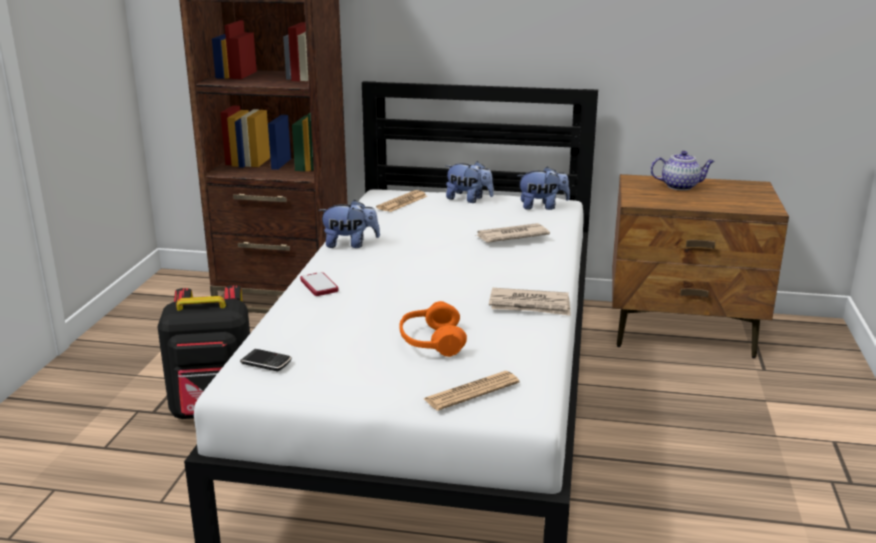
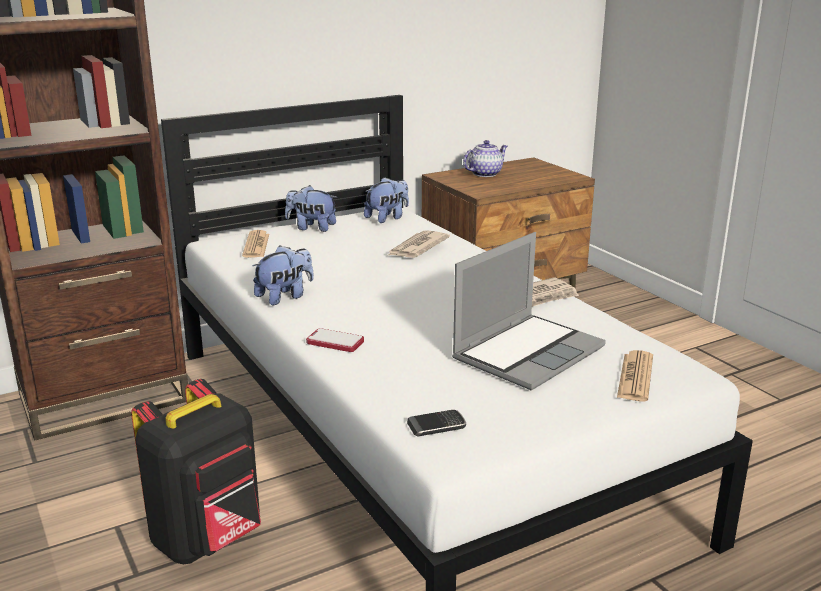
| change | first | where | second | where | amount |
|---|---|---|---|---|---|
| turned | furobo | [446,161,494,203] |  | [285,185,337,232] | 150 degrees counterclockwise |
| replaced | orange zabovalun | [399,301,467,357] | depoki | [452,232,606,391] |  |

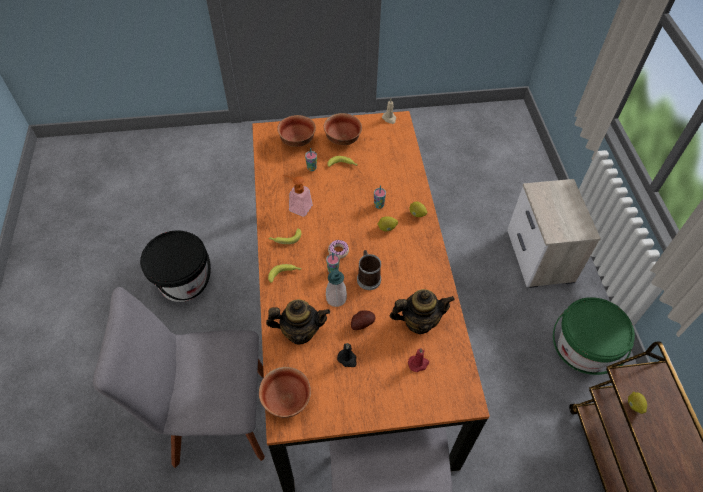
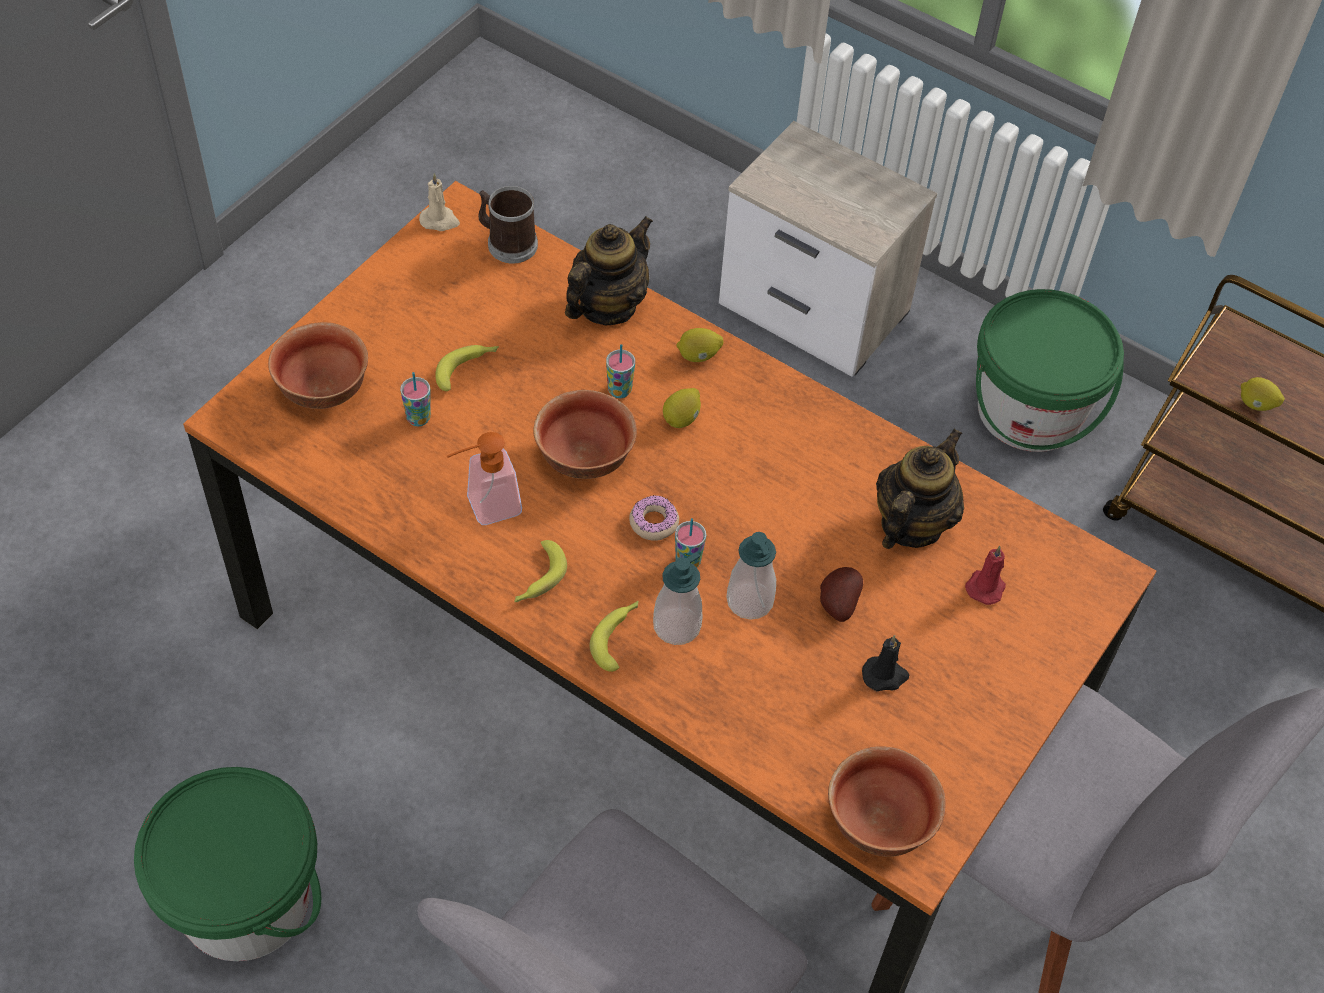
| change | first | where | second | where | amount |
|---|---|---|---|---|---|
| moved | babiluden | [324,113,362,145] |  | [533,390,637,479] |  |
| recoloured | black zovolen | [140,230,211,302] | green zovolen | [134,767,321,961] |  |
| moved | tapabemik | [357,250,381,290] |  | [478,186,538,263] |  |
| moved | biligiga | [266,299,330,344] |  | [565,216,653,325] |  |
| added |  |  | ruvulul | [653,552,702,645] |  |

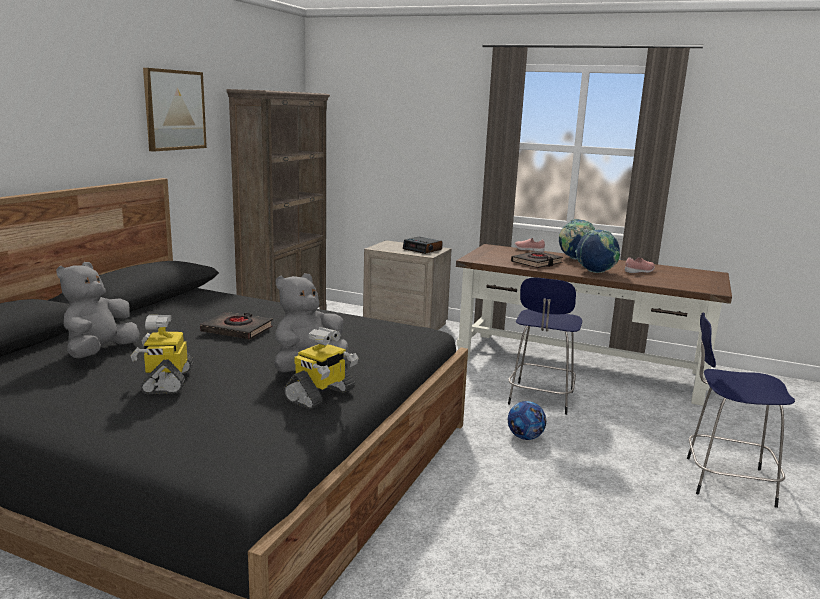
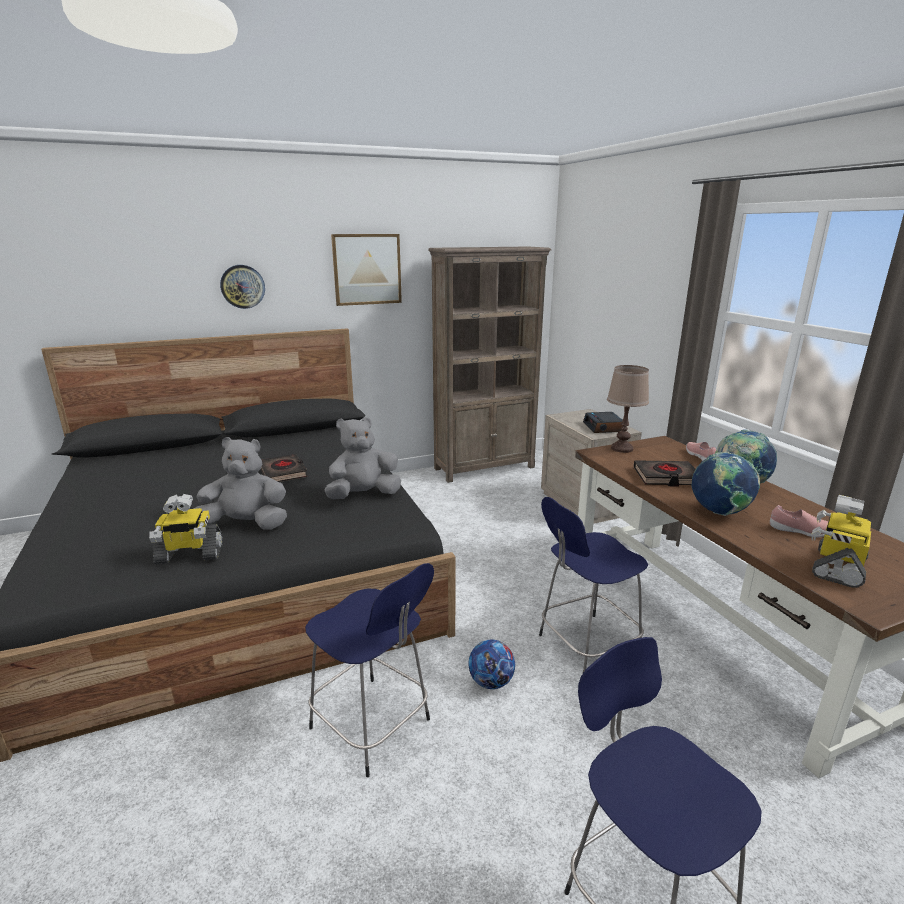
| change | first | where | second | where | amount |
|---|---|---|---|---|---|
| moved | grey furobo | [56,262,139,358] |  | [325,417,401,499] |  |
| moved | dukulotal | [131,315,194,395] |  | [811,495,871,588] |  |
| added |  |  | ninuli | [220,265,265,309] |  |
| added |  |  | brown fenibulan | [607,365,649,453] |  |
| added |  |  | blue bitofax | [305,563,434,777] |  |

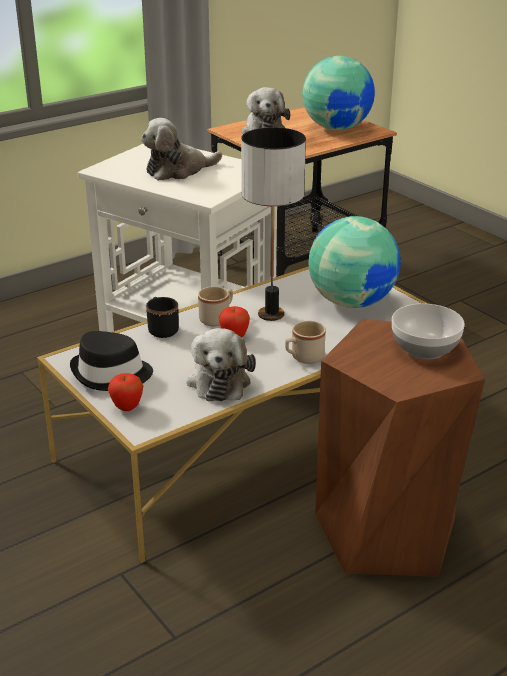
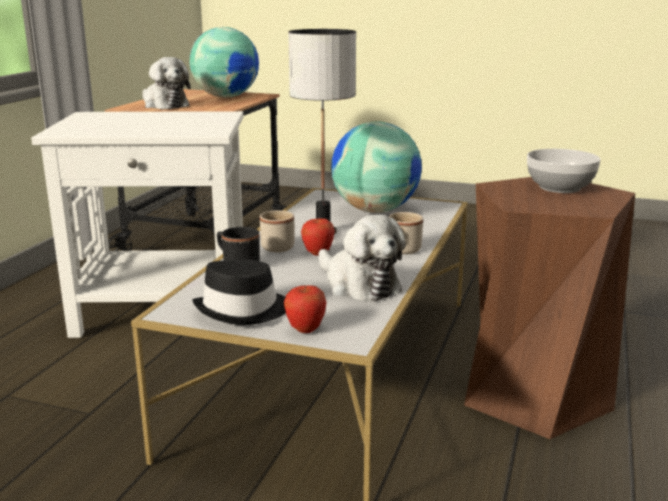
| change | first | where | second | where | amount |
|---|---|---|---|---|---|
| removed | furobo | [141,118,222,181] |  |  |  |

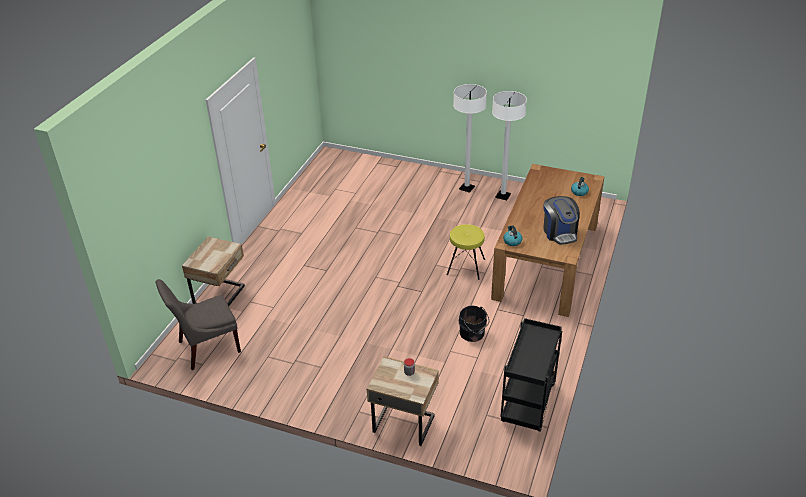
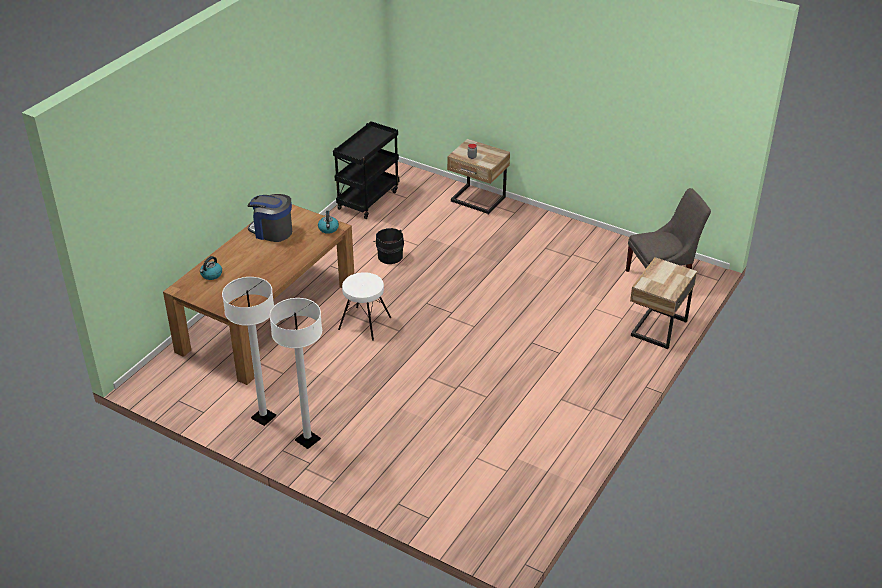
| change | first | where | second | where | amount |
|---|---|---|---|---|---|
| turned | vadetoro | [543,196,580,245] |  | [247,194,292,242] | 60 degrees counterclockwise |
| recoloured | yellow bitofax | [447,224,485,280] | white bitofax | [338,272,391,341] |  |

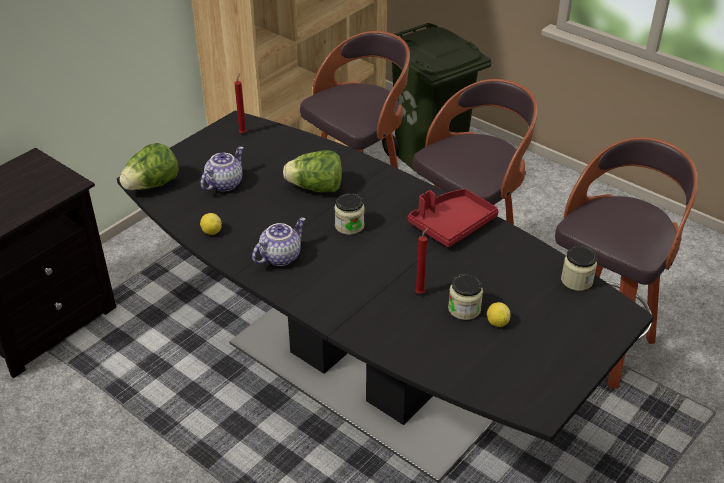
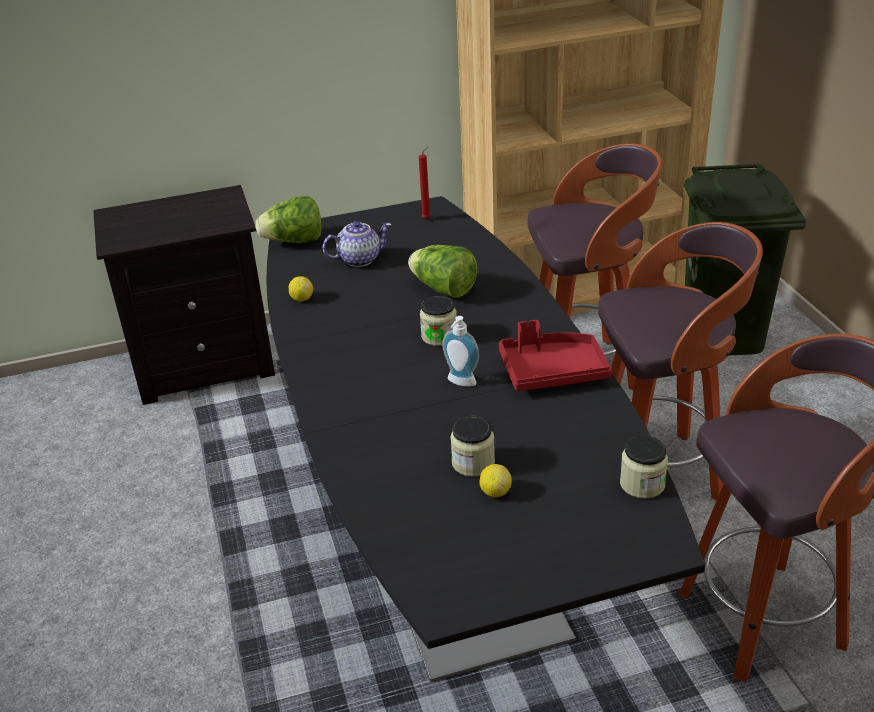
| change | first | where | second | where | amount |
|---|---|---|---|---|---|
| removed | biligiga | [252,218,306,266] |  |  |  |
| removed | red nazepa | [415,227,428,294] |  |  |  |
| added |  |  | ruvulul | [442,316,479,387] |  |

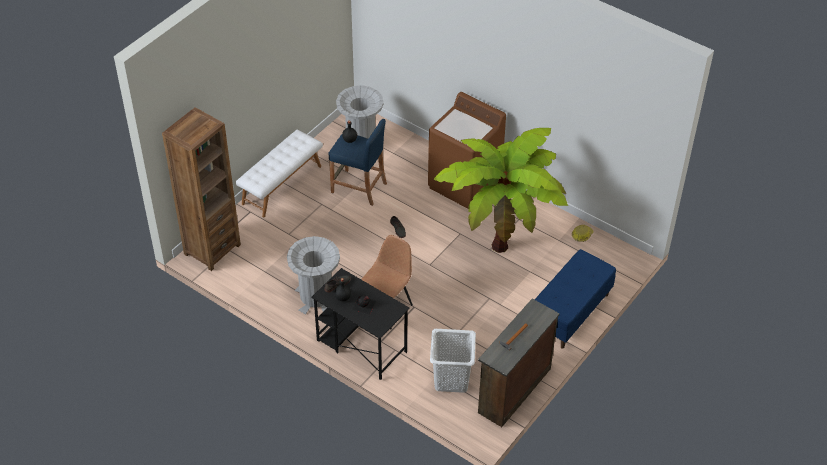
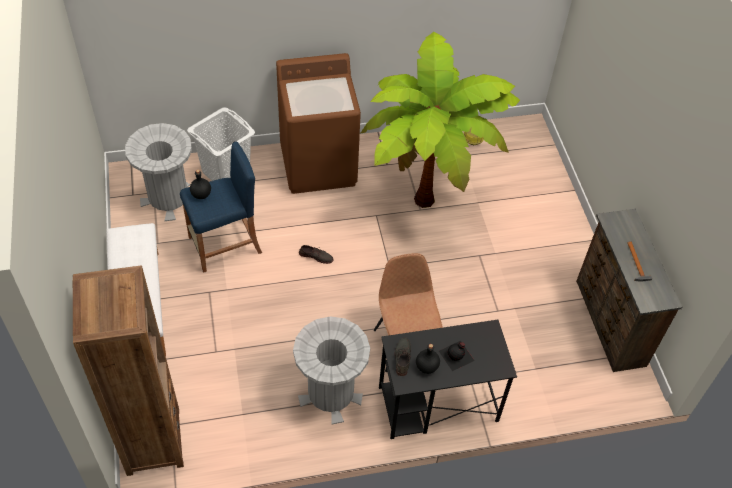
| change | first | where | second | where | amount |
|---|---|---|---|---|---|
| removed | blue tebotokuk | [535,249,616,349] |  |  |  |
| moved | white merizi | [430,329,476,393] |  | [187,107,255,181] |  |

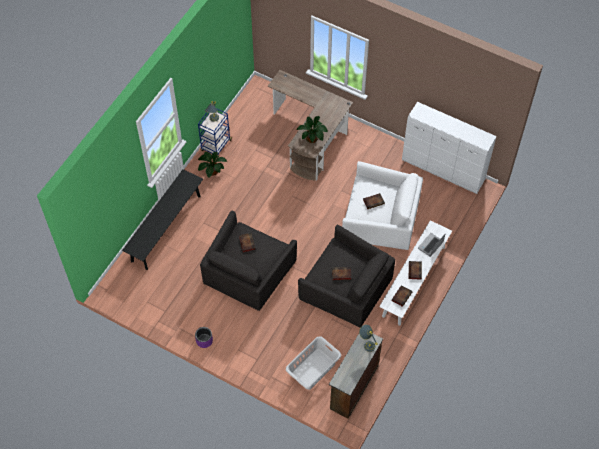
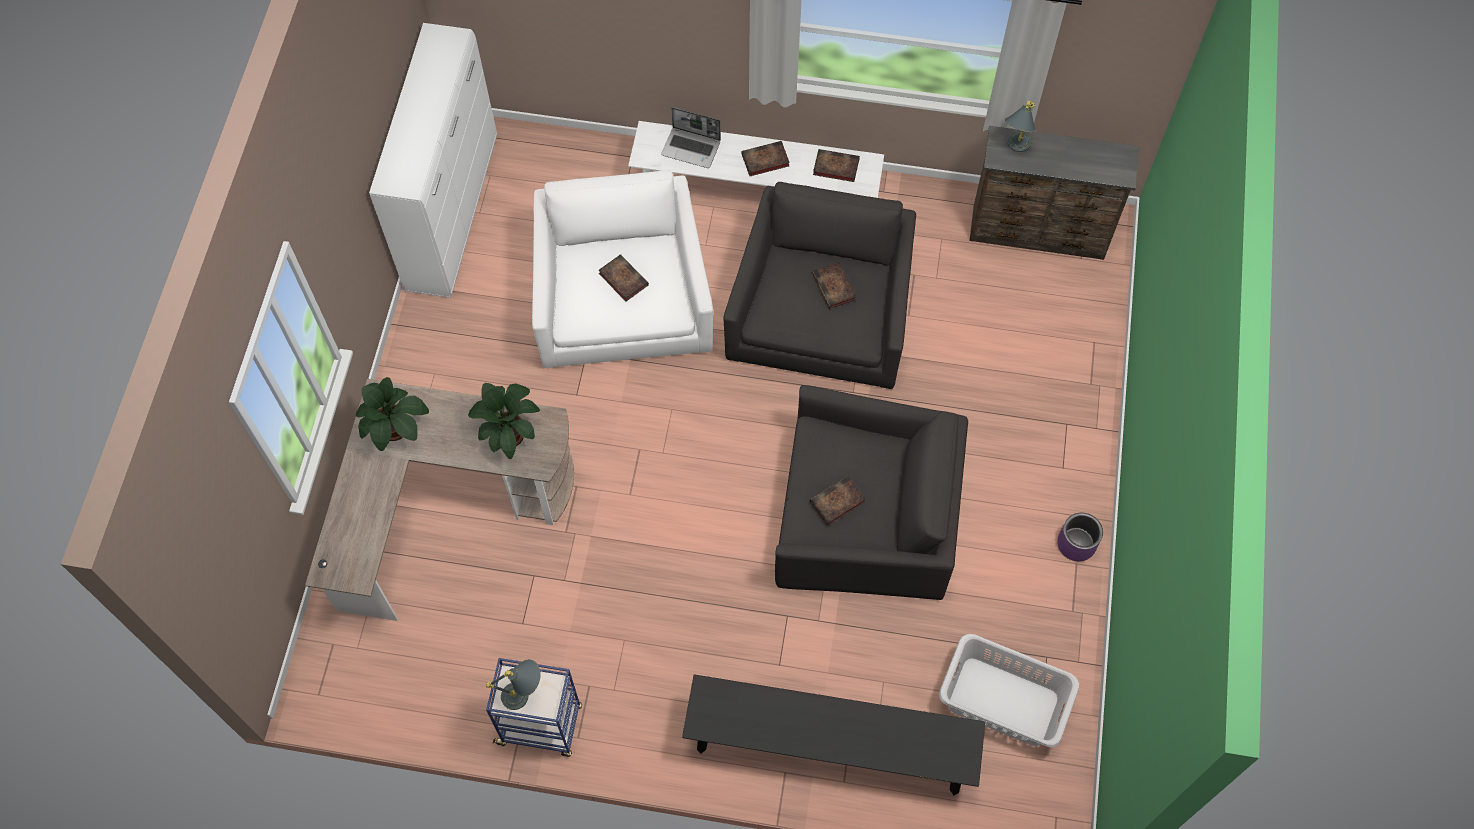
| change | first | where | second | where | amount |
|---|---|---|---|---|---|
| moved | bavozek | [198,152,227,178] |  | [356,377,429,451] |  |
| moved | grey merizi | [286,336,341,390] |  | [939,634,1080,747] |  |

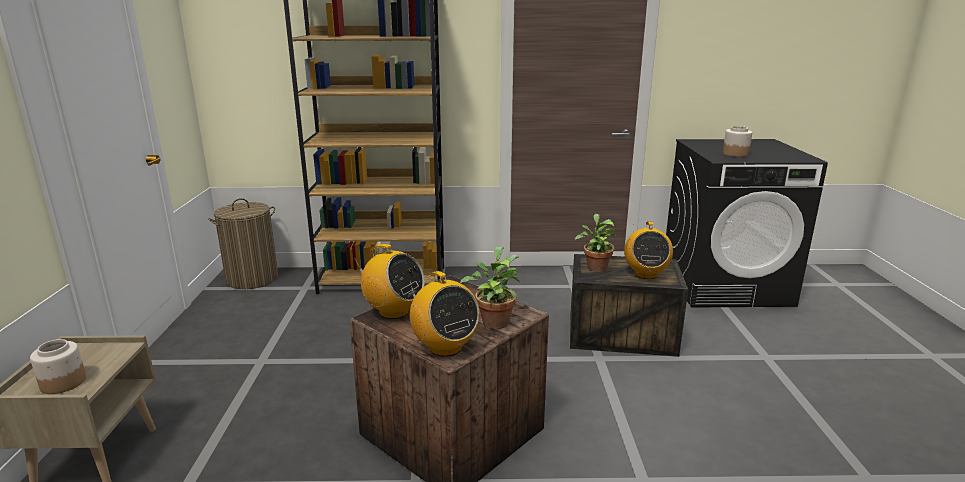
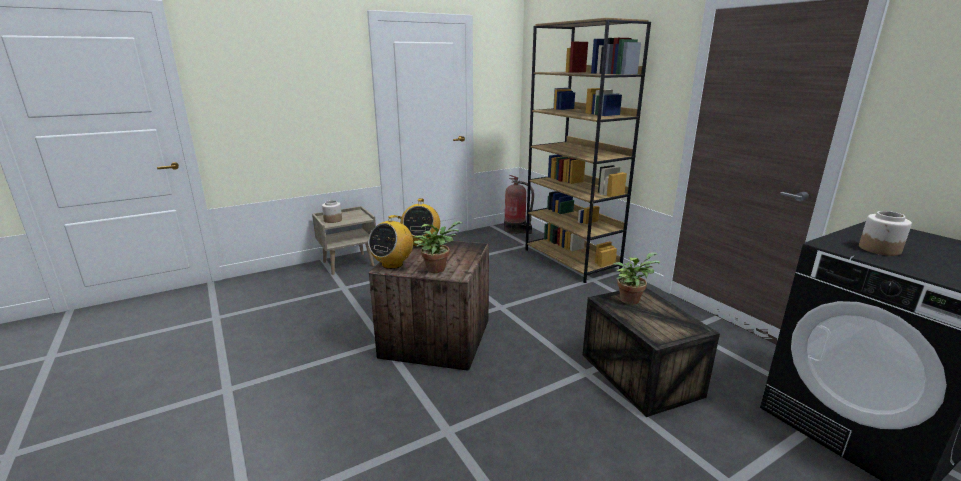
| change | first | where | second | where | amount |
|---|---|---|---|---|---|
| replaced | merizi | [208,198,278,289] | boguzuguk | [504,175,534,234] |  |
| removed | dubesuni | [624,222,673,279] |  |  |  |

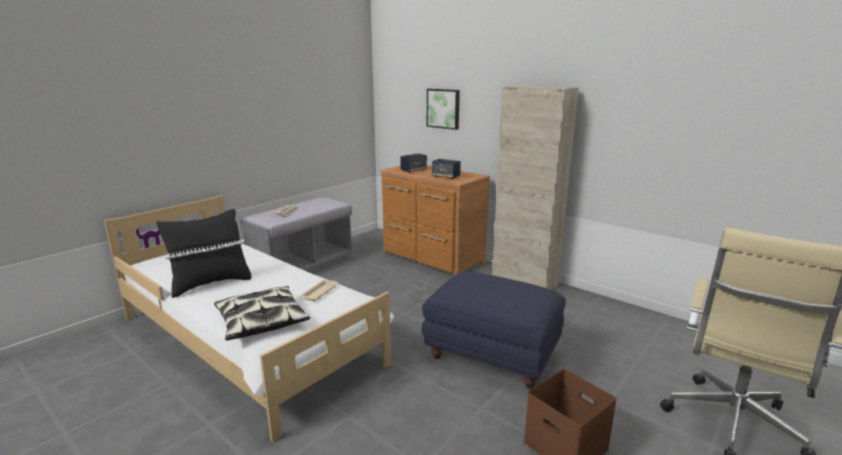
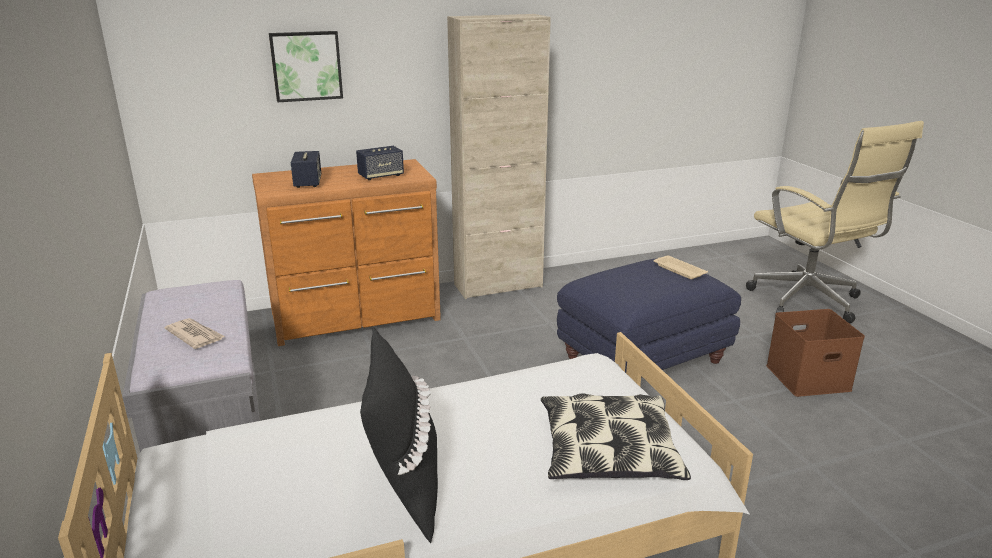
| change | first | where | second | where | amount |
|---|---|---|---|---|---|
| moved | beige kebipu | [299,279,338,301] |  | [653,256,708,279] |  |

